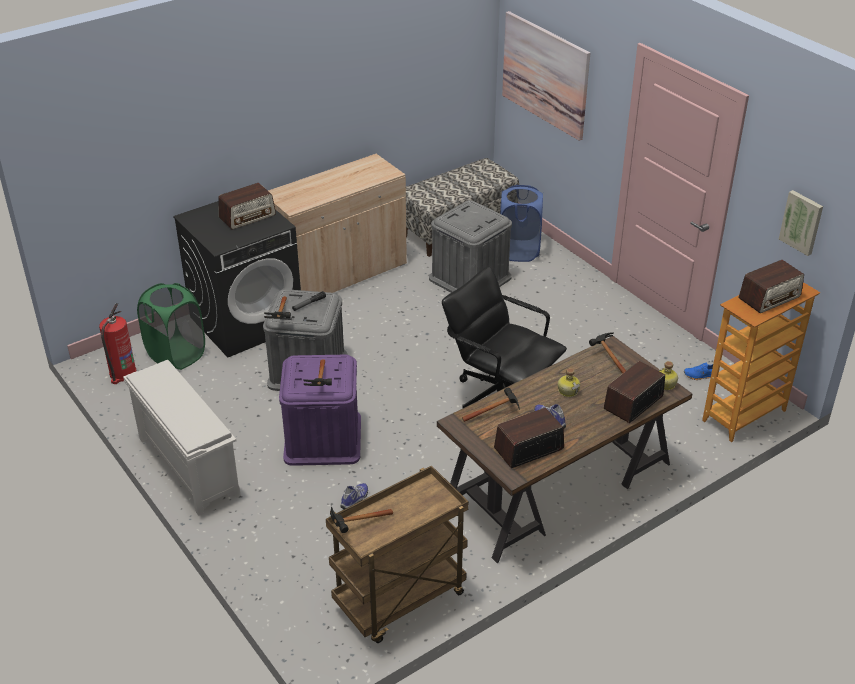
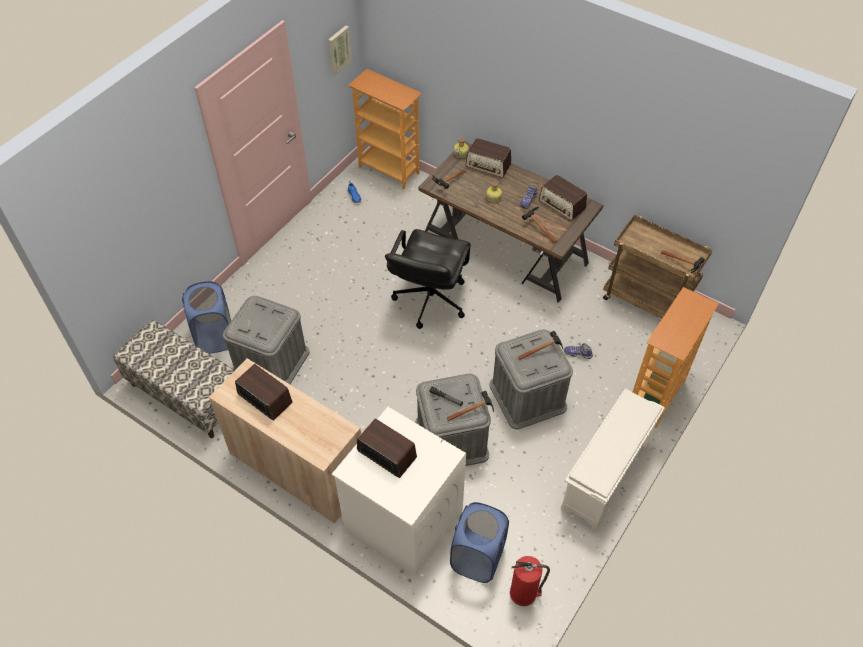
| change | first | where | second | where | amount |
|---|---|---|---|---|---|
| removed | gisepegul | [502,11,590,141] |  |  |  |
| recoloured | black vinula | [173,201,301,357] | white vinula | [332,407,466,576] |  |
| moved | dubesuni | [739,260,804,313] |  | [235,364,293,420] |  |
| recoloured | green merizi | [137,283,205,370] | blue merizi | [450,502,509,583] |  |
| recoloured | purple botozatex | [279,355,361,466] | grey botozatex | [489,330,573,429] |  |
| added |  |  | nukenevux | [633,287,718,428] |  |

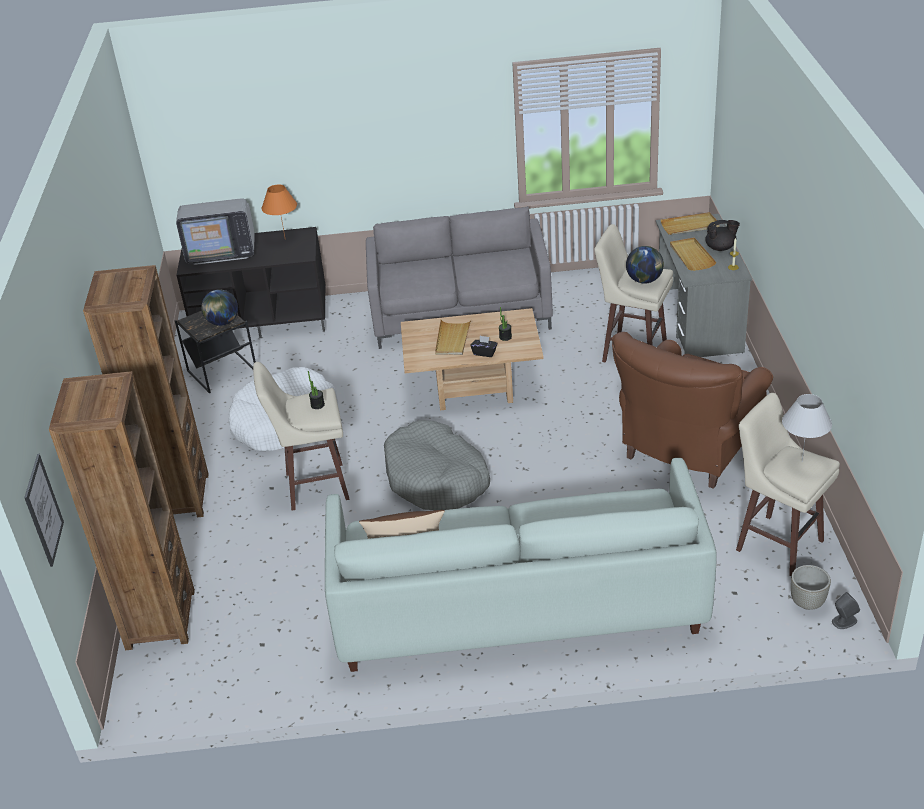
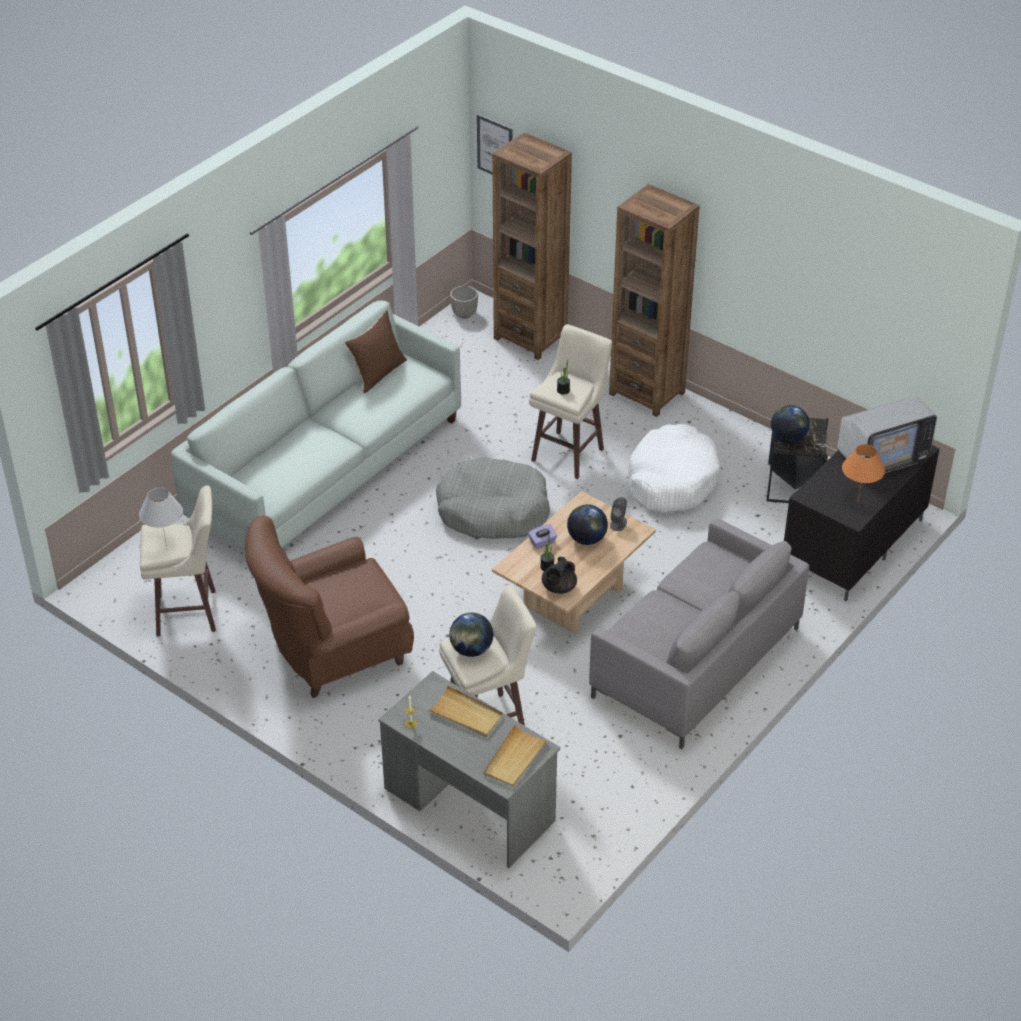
| change | first | where | second | where | amount |
|---|---|---|---|---|---|
| turned | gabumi | [176,198,255,265] |  | [837,397,937,473] | 150 degrees counterclockwise |
| moved | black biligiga | [705,220,740,251] |  | [542,557,577,594] |  |
| replaced | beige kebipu | [435,320,471,355] | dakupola | [567,504,608,545] |  |
| turned | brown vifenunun | [612,332,773,489] |  | [245,516,414,698] | 105 degrees counterclockwise |
| recoloured | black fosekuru | [470,336,497,357] | purple fosekuru | [528,524,557,549] |  |
| moved | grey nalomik | [791,565,831,610] |  | [450,286,478,319] |  |
| moved | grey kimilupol | [832,592,860,629] |  | [610,497,627,531] |  |

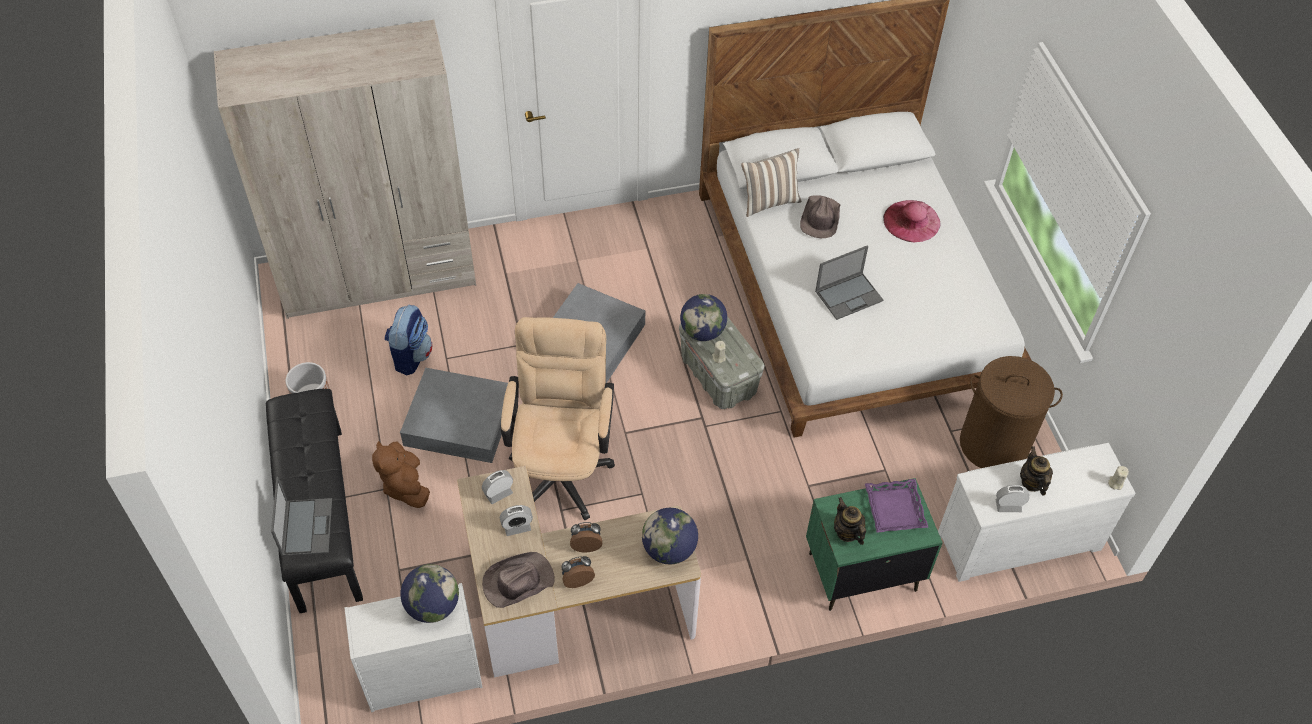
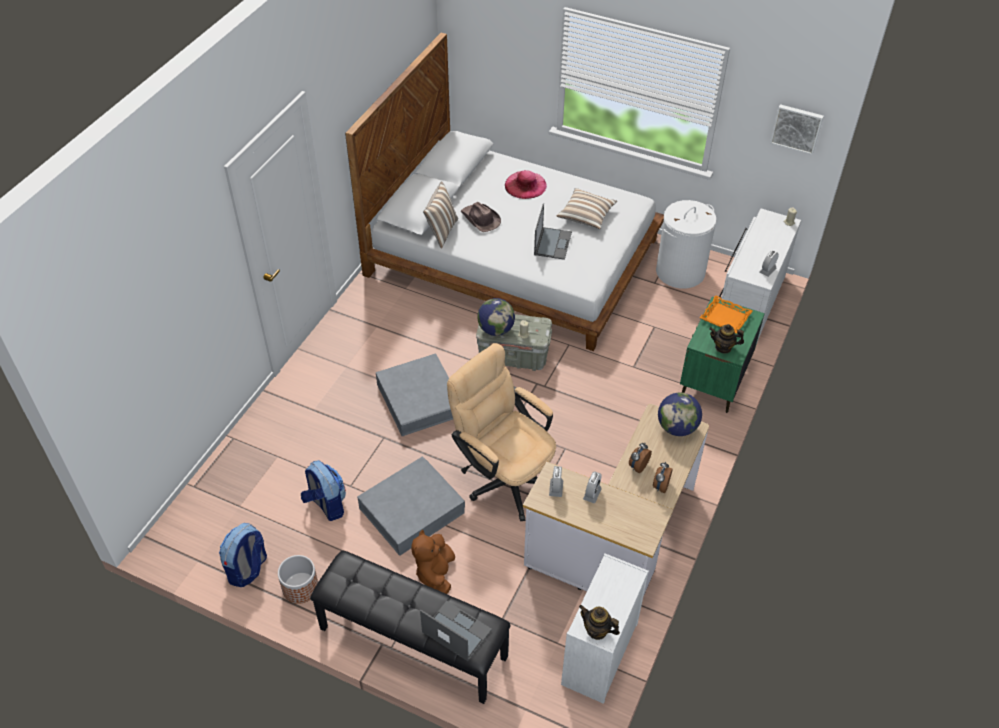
| change | first | where | second | where | amount |
|---|---|---|---|---|---|
| removed | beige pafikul | [214,19,476,319] |  |  |  |
| recoloured | brown merizi | [960,356,1063,468] | white merizi | [656,200,717,289] |  |
| turned | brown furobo | [372,441,430,508] |  | [411,530,455,594] | 75 degrees clockwise |
| moved | biligiga | [1020,446,1053,496] |  | [579,605,620,640] |  |
| recoloured | purple kebipu | [865,479,929,533] | orange kebipu | [700,295,752,334] |  |
| removed | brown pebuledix | [482,552,555,608] |  |  |  |
| removed | dakupola | [401,564,459,623] |  |  |  |
| added |  |  | gisepegul | [770,104,824,155] |  |
| added |  |  | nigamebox | [557,188,617,229] |  |
| added |  |  | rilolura | [219,523,267,587] |  |

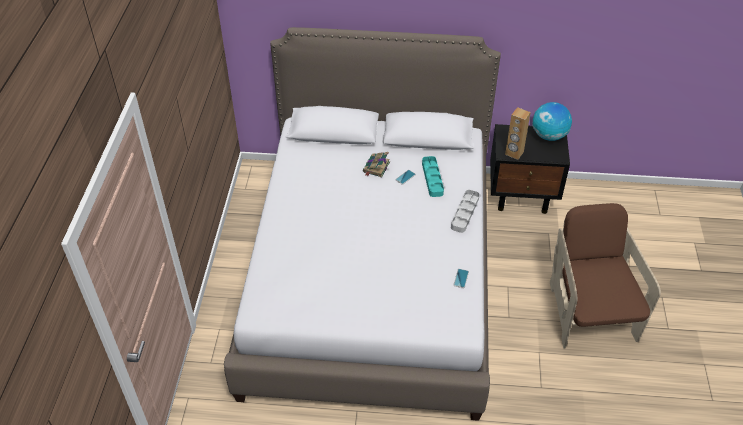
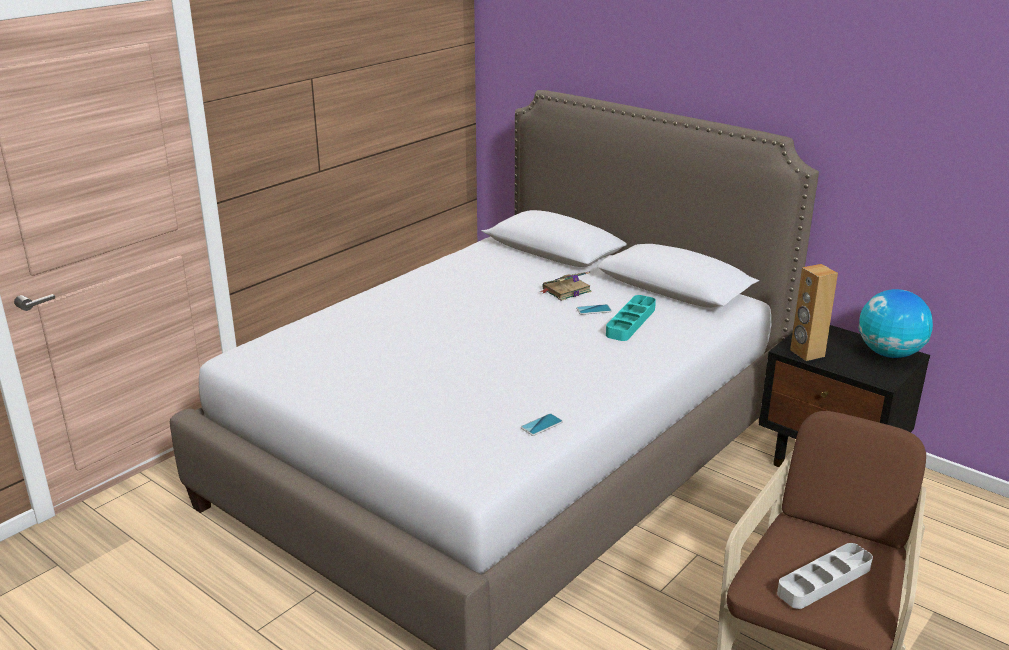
| change | first | where | second | where | amount |
|---|---|---|---|---|---|
| moved | grey kebipu | [451,190,480,233] |  | [777,543,873,609] |  |

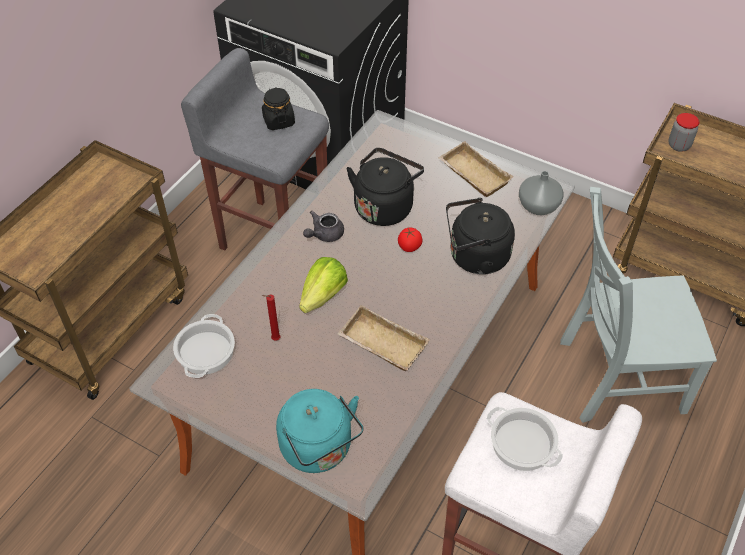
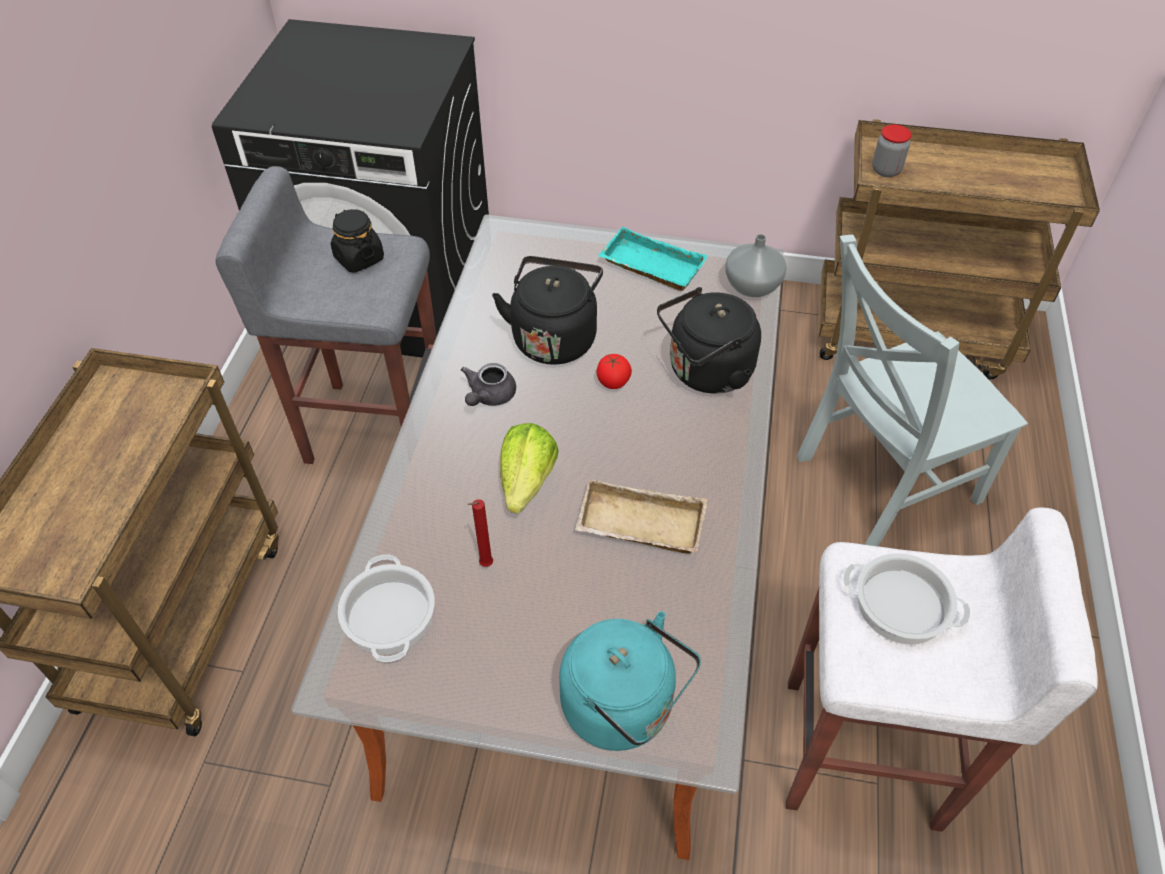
| change | first | where | second | where | amount |
|---|---|---|---|---|---|
| recoloured | beige kebipu | [438,141,513,197] | turquoise kebipu | [598,227,708,291] |  |

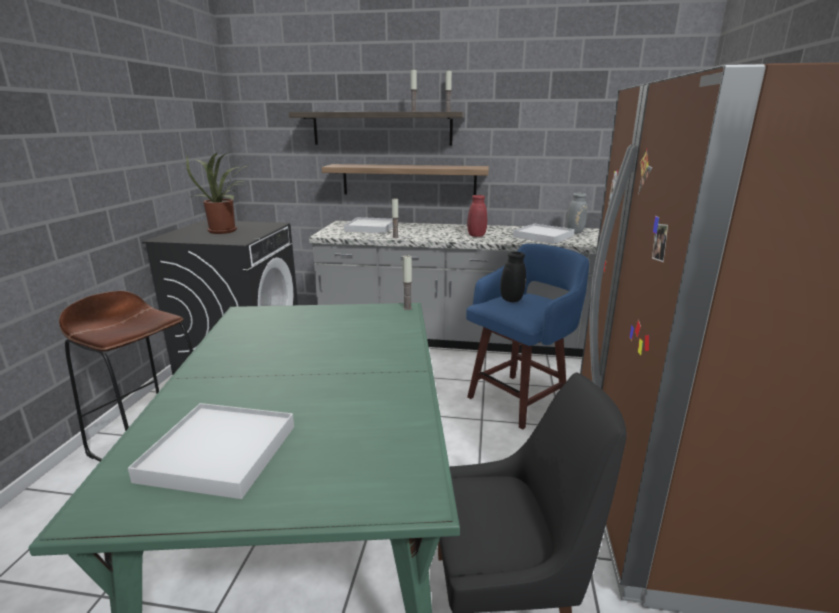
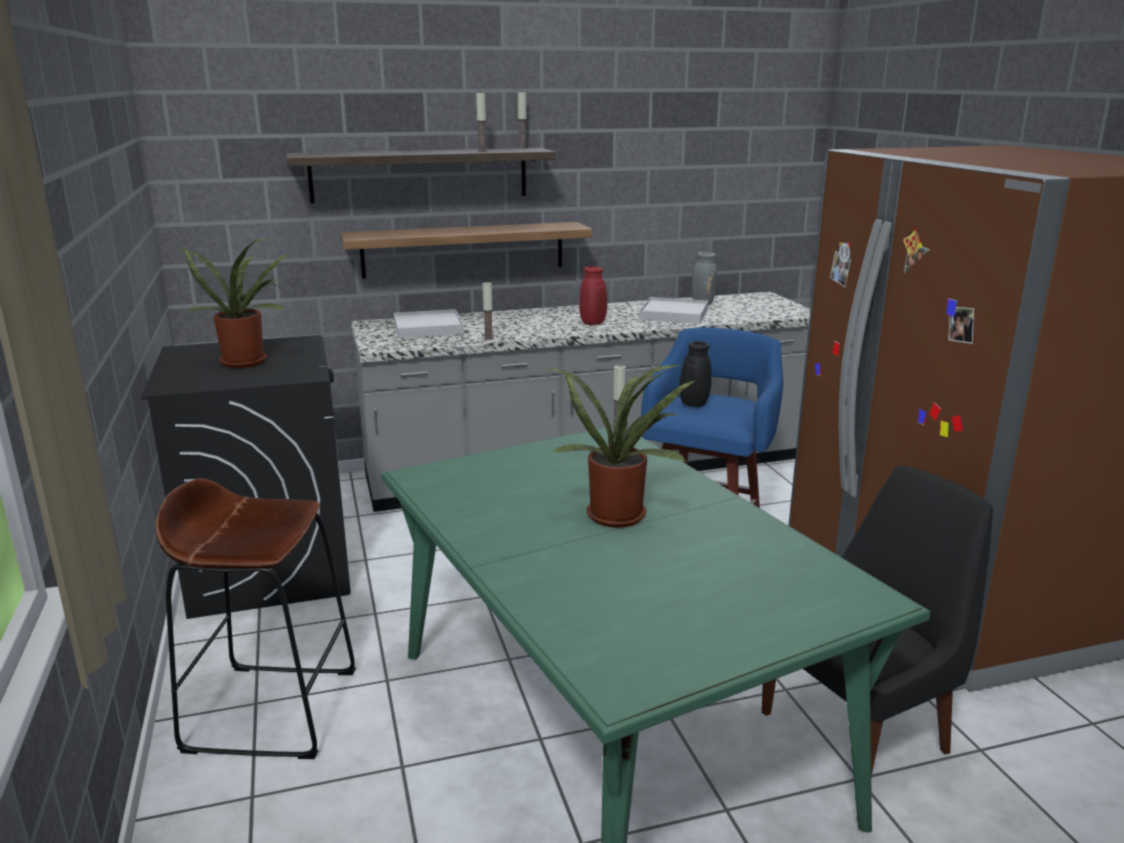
| change | first | where | second | where | amount |
|---|---|---|---|---|---|
| removed | white kebipu | [128,403,294,499] |  |  |  |
| added |  |  | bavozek | [547,364,698,528] |  |

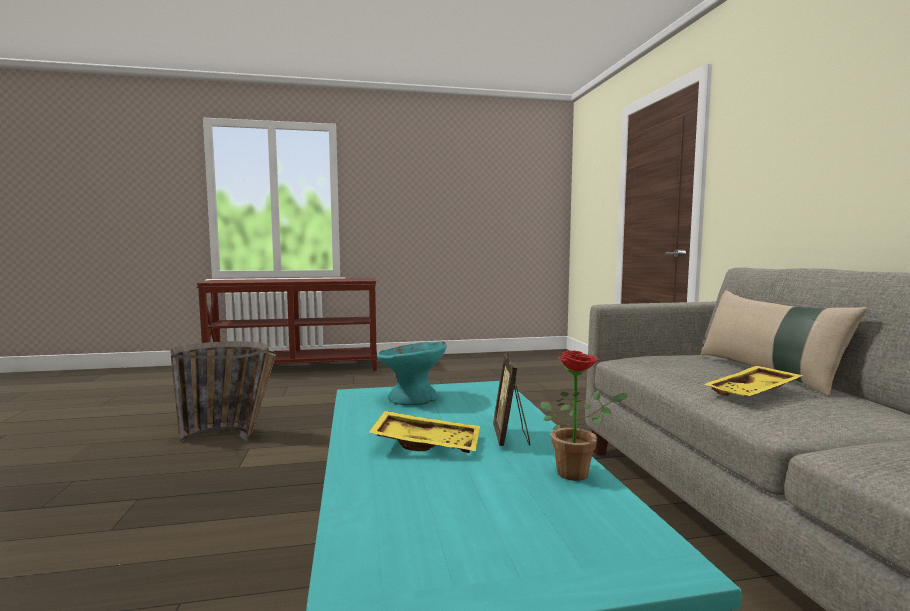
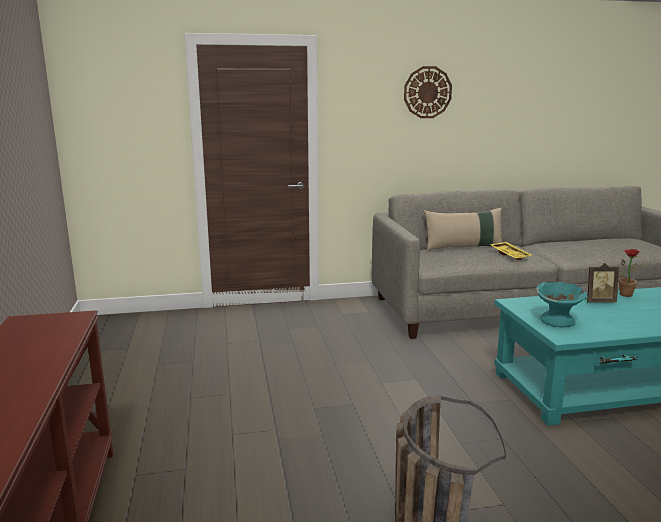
| change | first | where | second | where | amount |
|---|---|---|---|---|---|
| removed | yellow kebipu | [368,411,480,453] |  |  |  |
| added |  |  | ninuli | [404,66,452,118] |  |

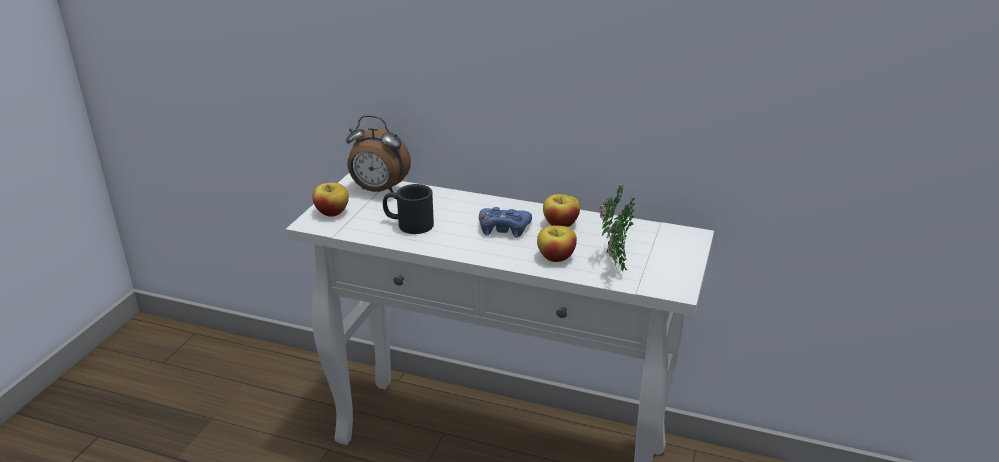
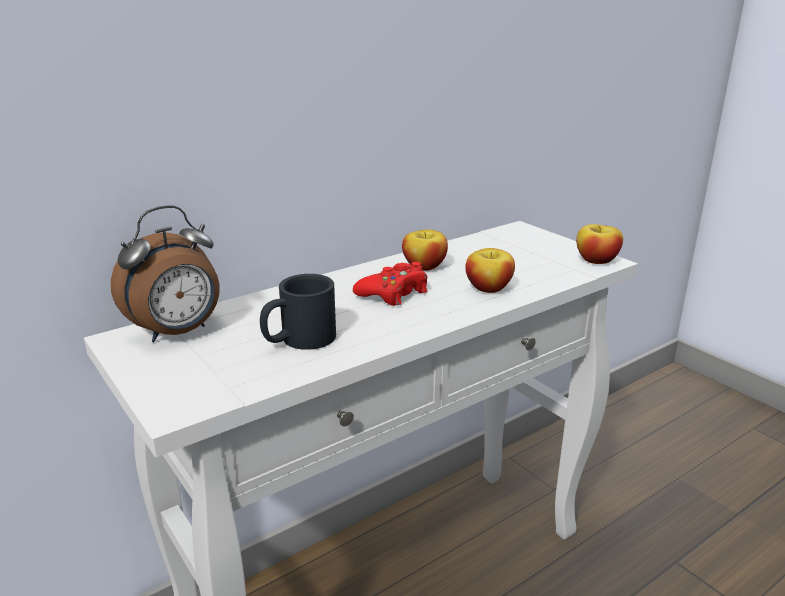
| change | first | where | second | where | amount |
|---|---|---|---|---|---|
| moved | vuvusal | [312,183,349,217] |  | [576,224,623,264] |  |
| removed | bavozek | [599,183,635,272] |  |  |  |
| recoloured | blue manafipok | [479,207,532,238] | red manafipok | [353,262,427,306] |  |

